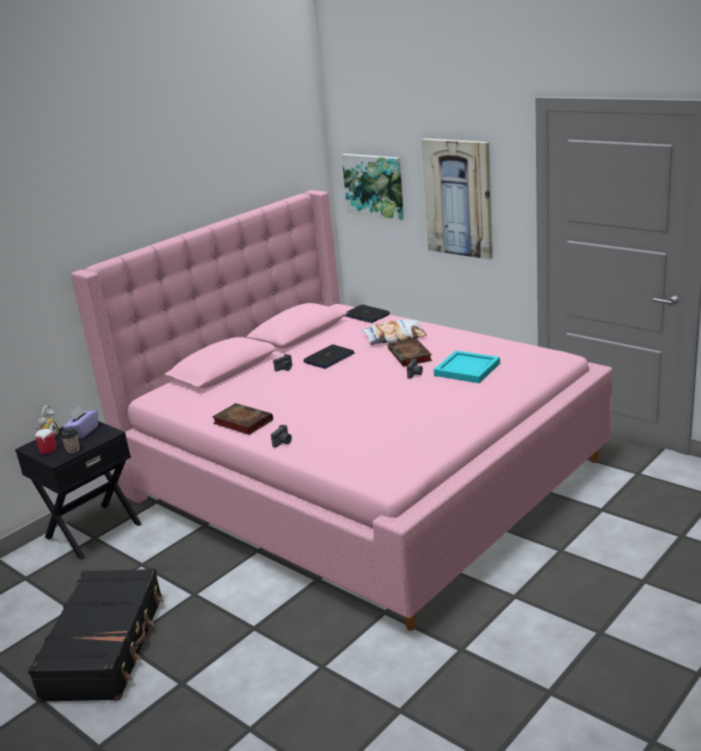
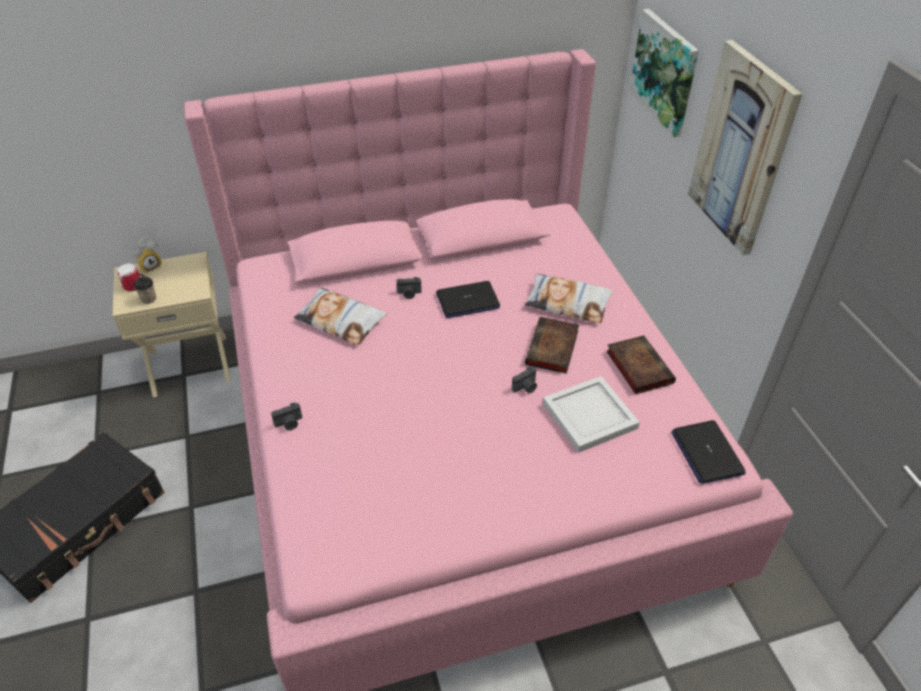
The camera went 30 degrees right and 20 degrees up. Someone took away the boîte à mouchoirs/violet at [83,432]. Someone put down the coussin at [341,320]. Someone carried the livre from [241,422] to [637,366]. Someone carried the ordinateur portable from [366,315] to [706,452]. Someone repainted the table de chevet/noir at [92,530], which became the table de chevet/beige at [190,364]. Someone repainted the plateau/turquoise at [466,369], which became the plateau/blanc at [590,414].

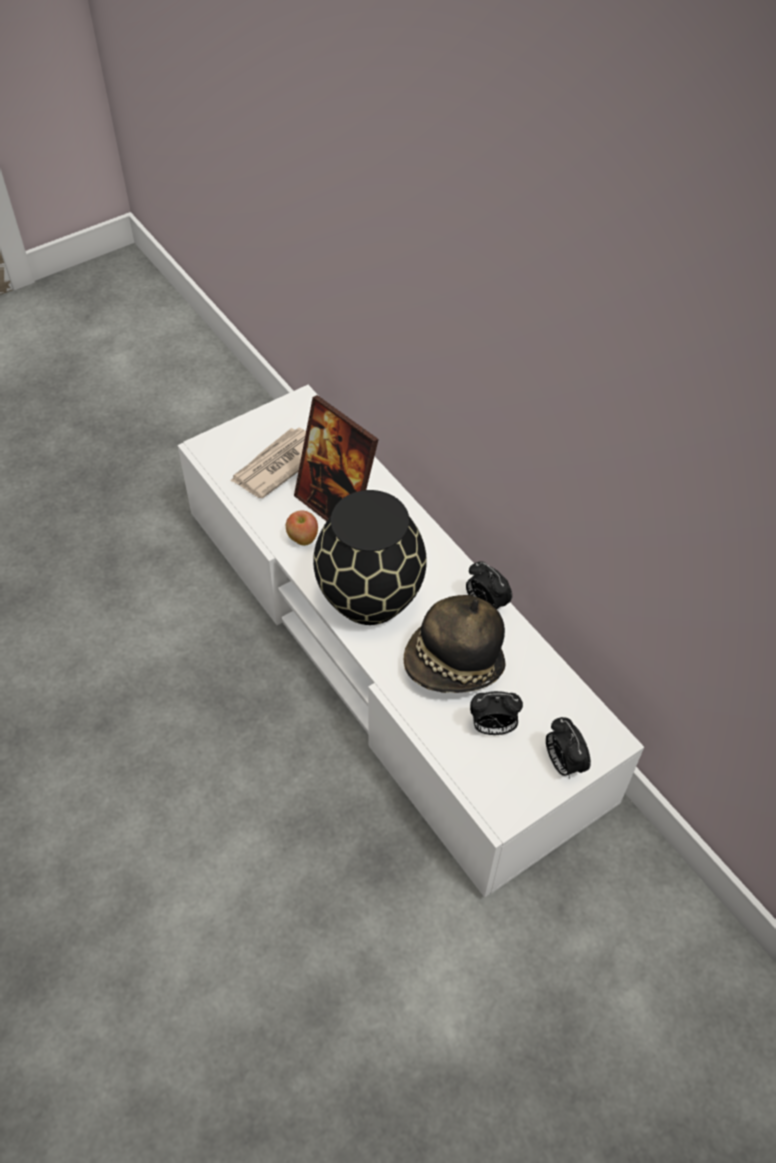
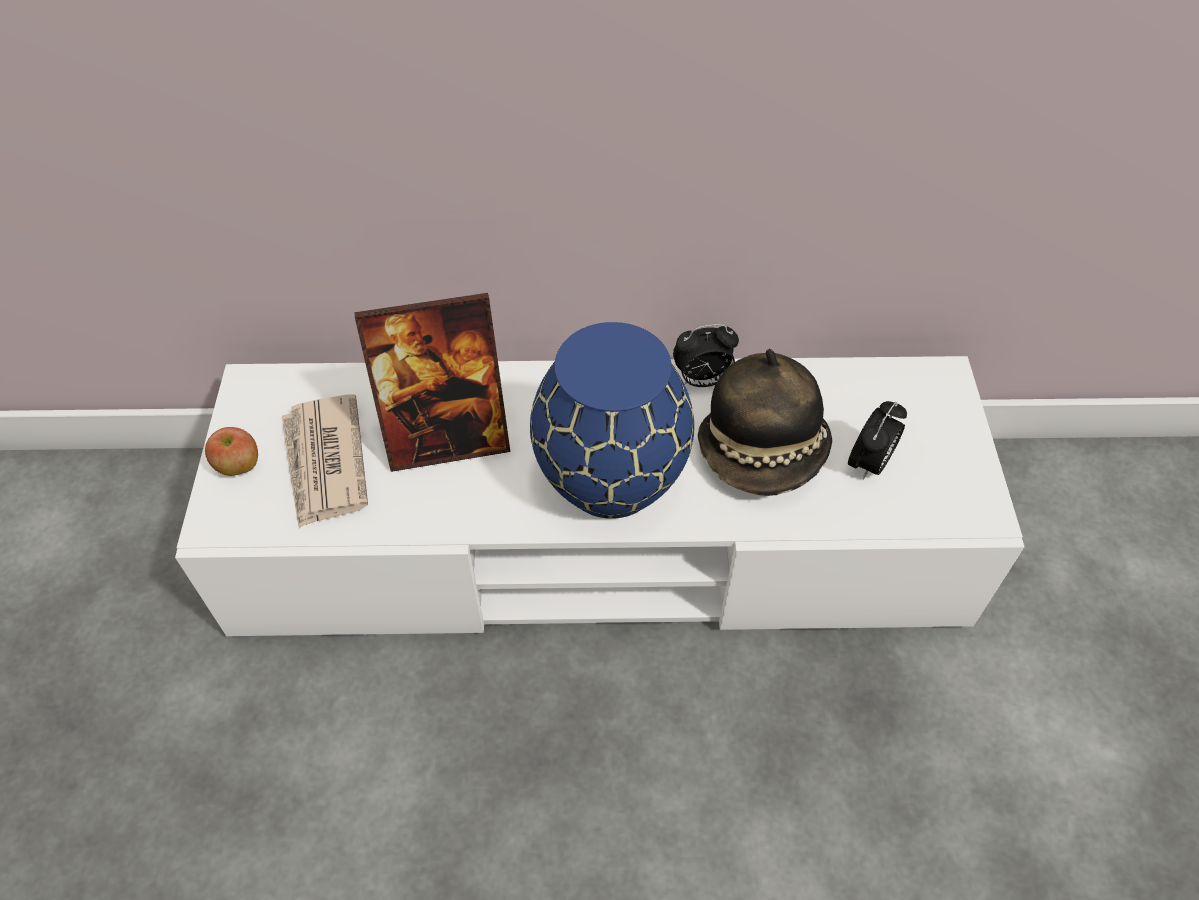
The camera went 55 degrees left and 0 degrees up. Someone took away the réveil at [562,762]. Someone carried the pomme from [302,539] to [239,467]. Someone repainted the vase/noir at [371,599], which became the vase/bleu at [613,479].

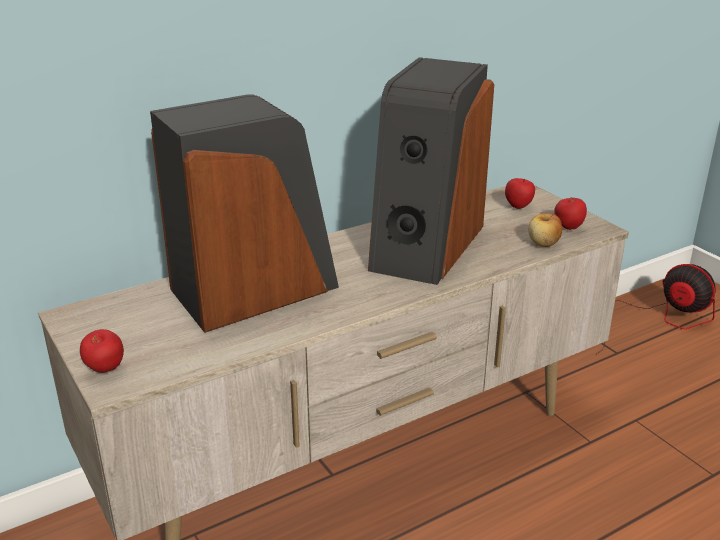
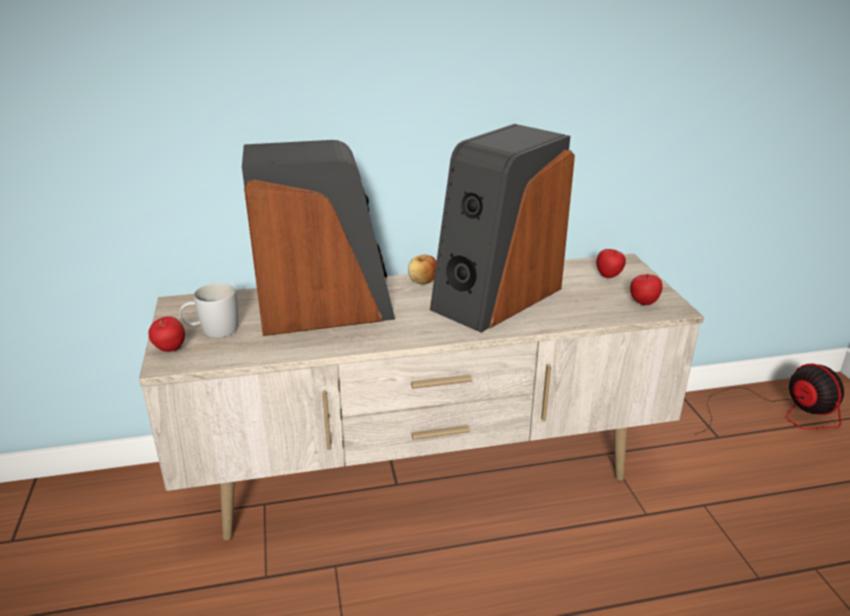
The camera went 20 degrees right and 0 degrees up. Someone put down the mug/blanc at [212,330]. Someone carried the pomme from [543,244] to [423,281].

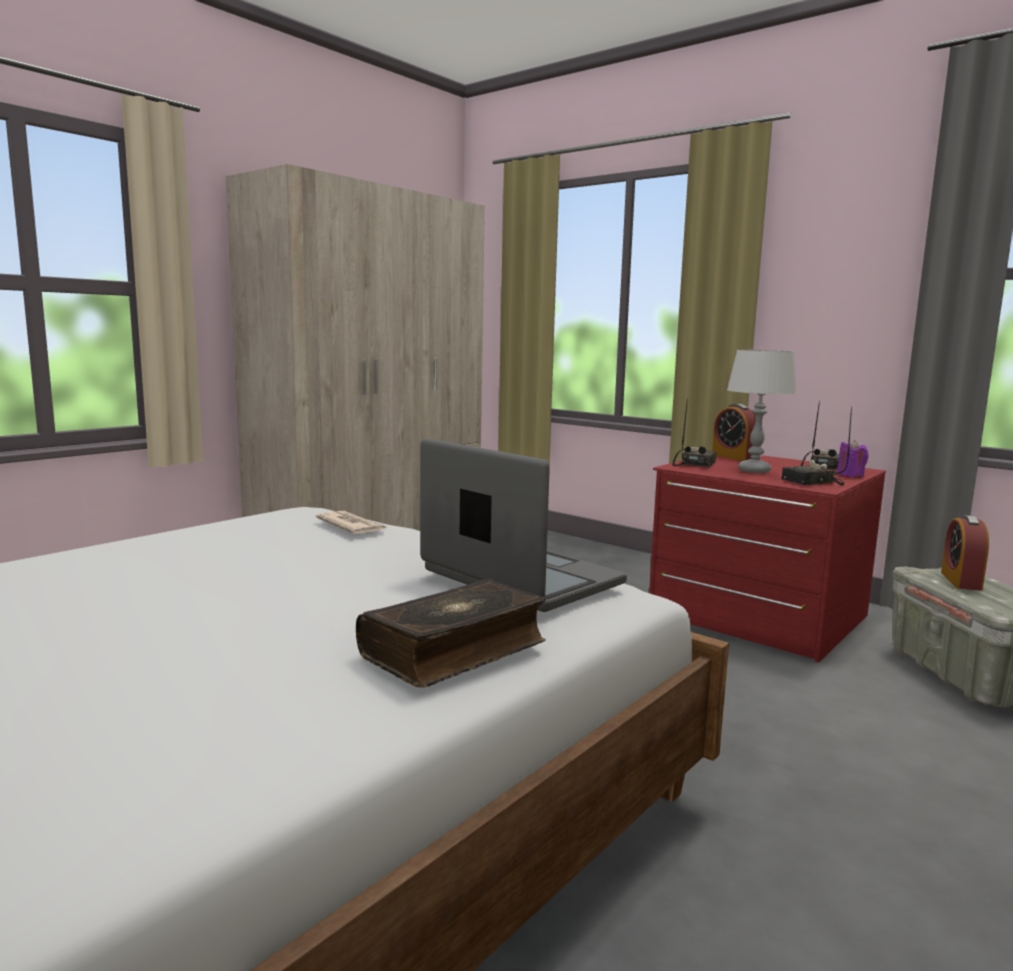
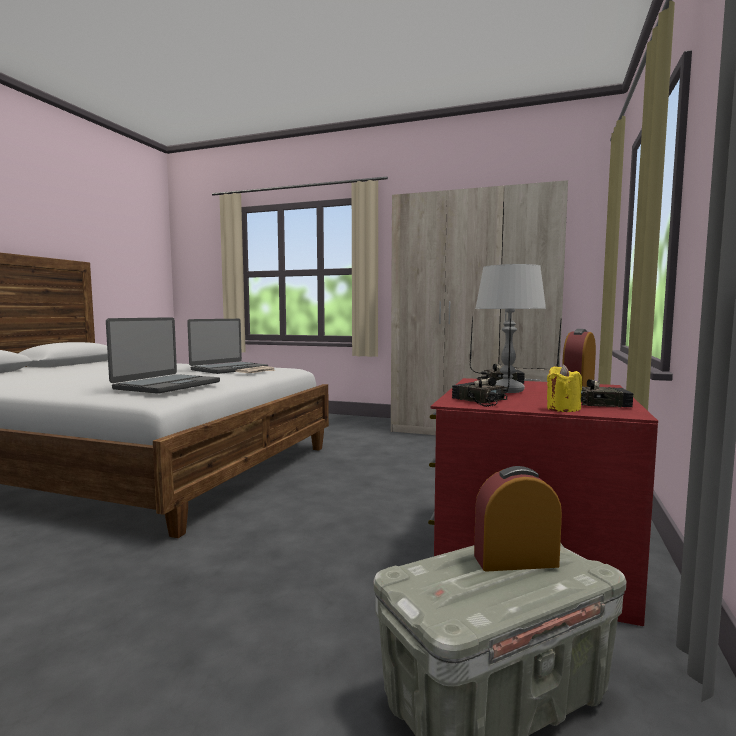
The camera went 70 degrees right and 5 degrees down. Someone took away the livre at [455,650]. Someone put down the ordinateur portable at [229,369]. Someone repainted the bougie/violet at [850,475], which became the bougie/jaune at [562,409].

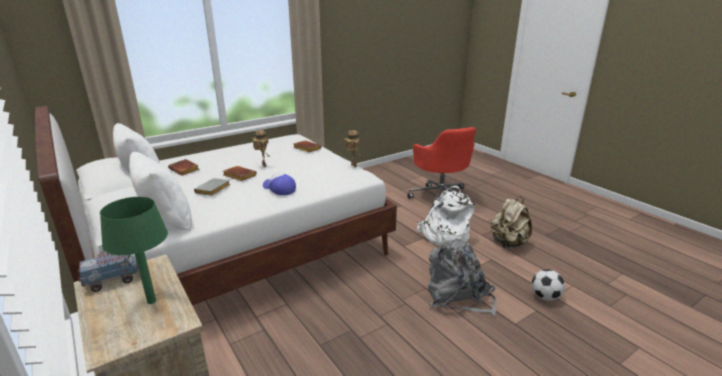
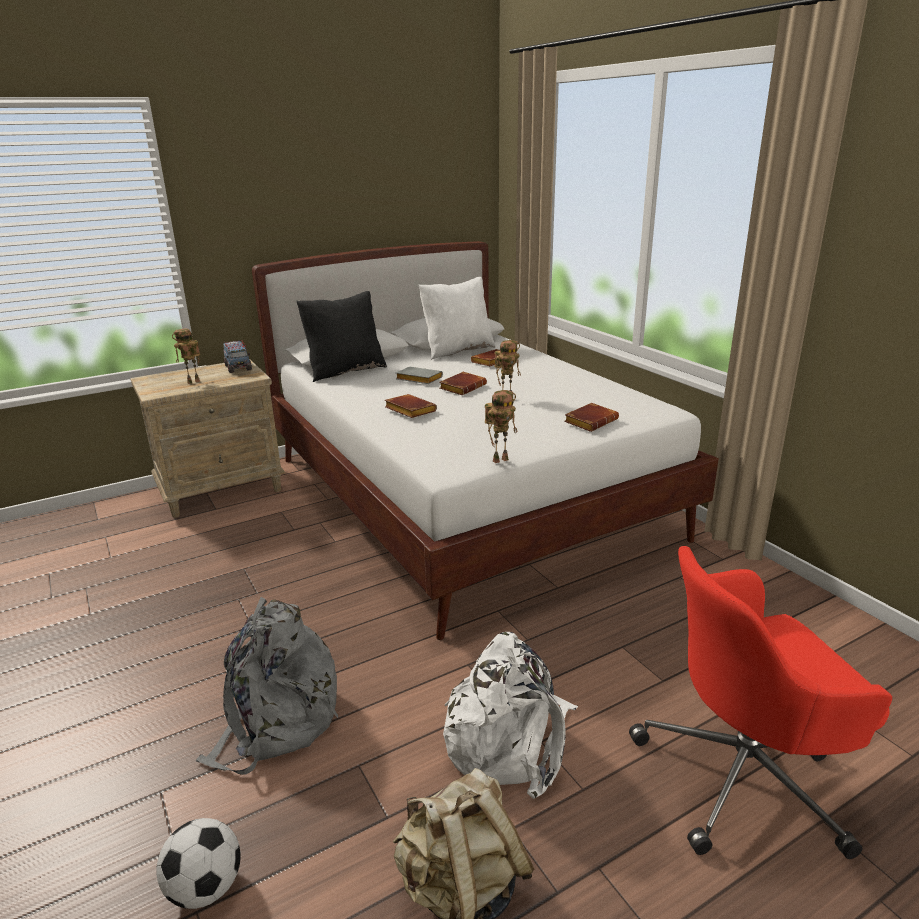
The camera went 95 degrees right and 0 degrees up. Someone swapped the lampe de table/vert at [152,301] for the robot jouet at [193,383]. Someone swapped the casquette at [279,188] for the livre/marron at [408,410]. Someone repainted the coussin/blanc at [166,220], which became the coussin/noir at [345,371].

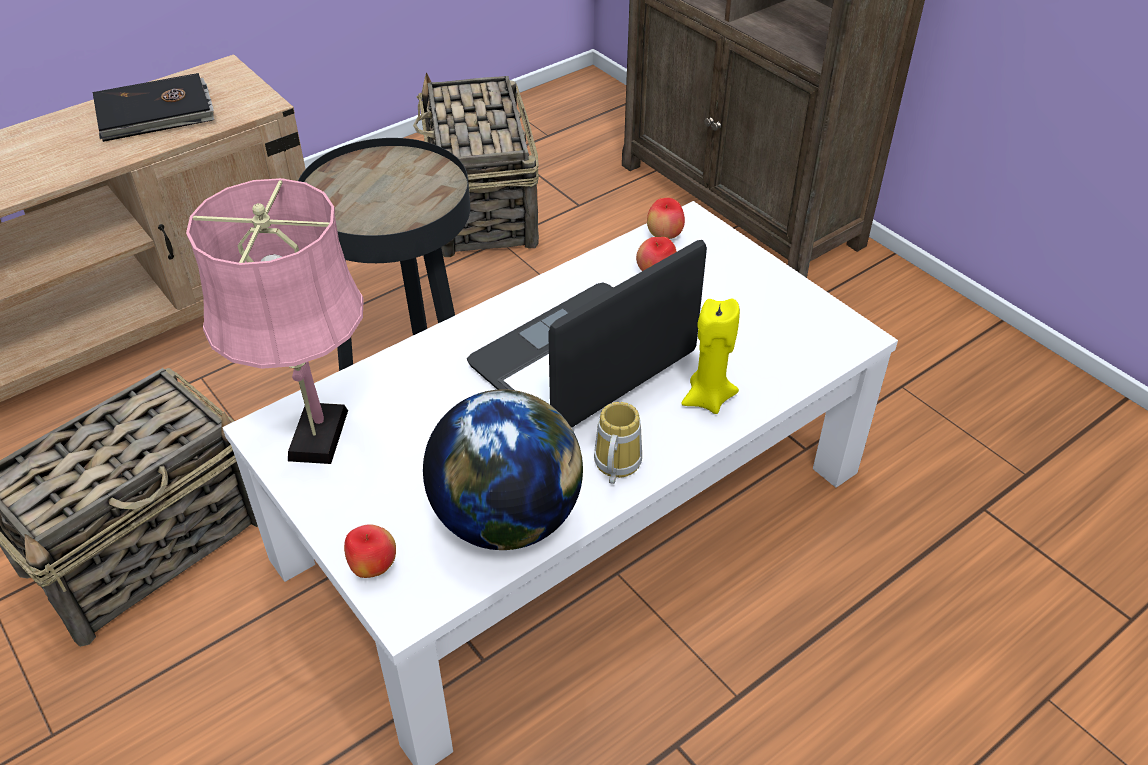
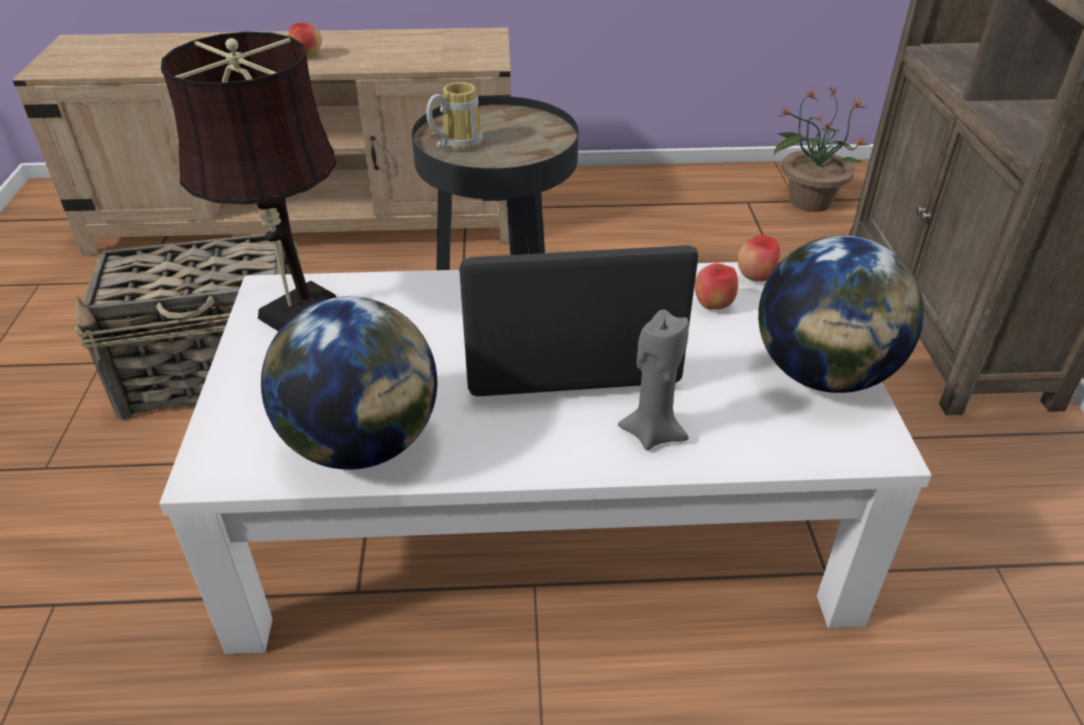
The camera went 35 degrees right and 5 degrees down. Someone took away the livre/noir at [155,113]. Someone took away the panier at [482,209]. Someone put down the globe at [822,374]. Someone put down the plante en pot at [809,201]. Someone carried the pomme from [373,568] to [307,56]. Someone carried the mug from [613,466] to [456,144]. Someone repainted the lampe de table/rose at [316,441], which became the lampe de table/marron at [292,314]. Someone repainted the bougie/jaune at [707,399], which became the bougie/gris at [652,433].

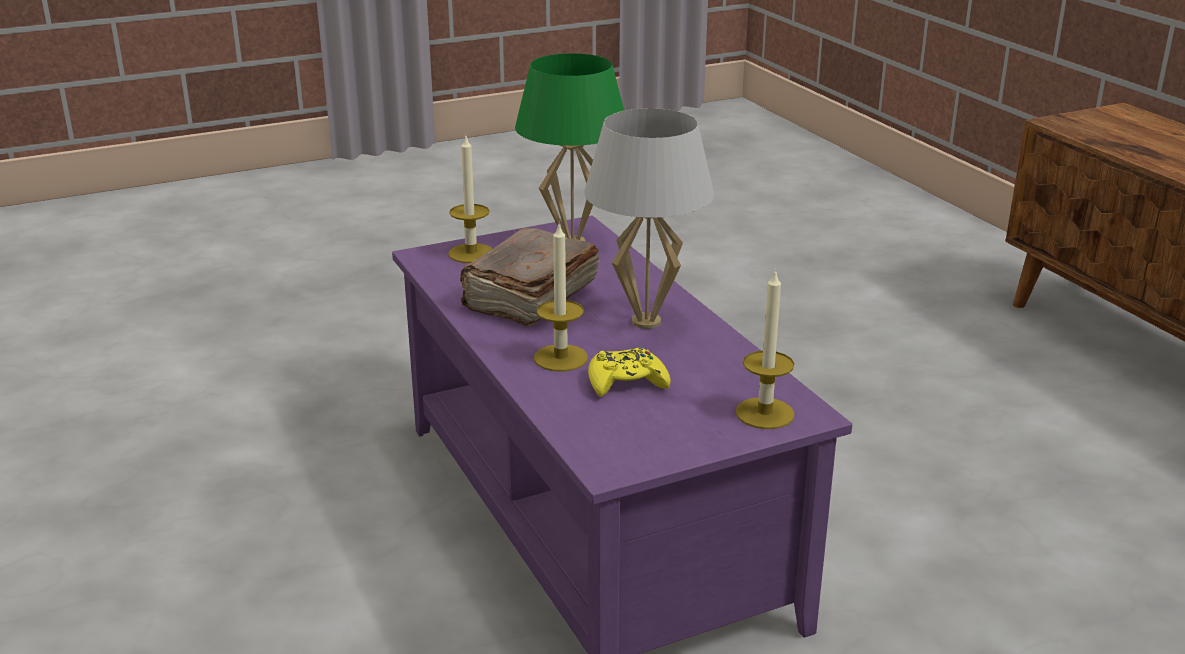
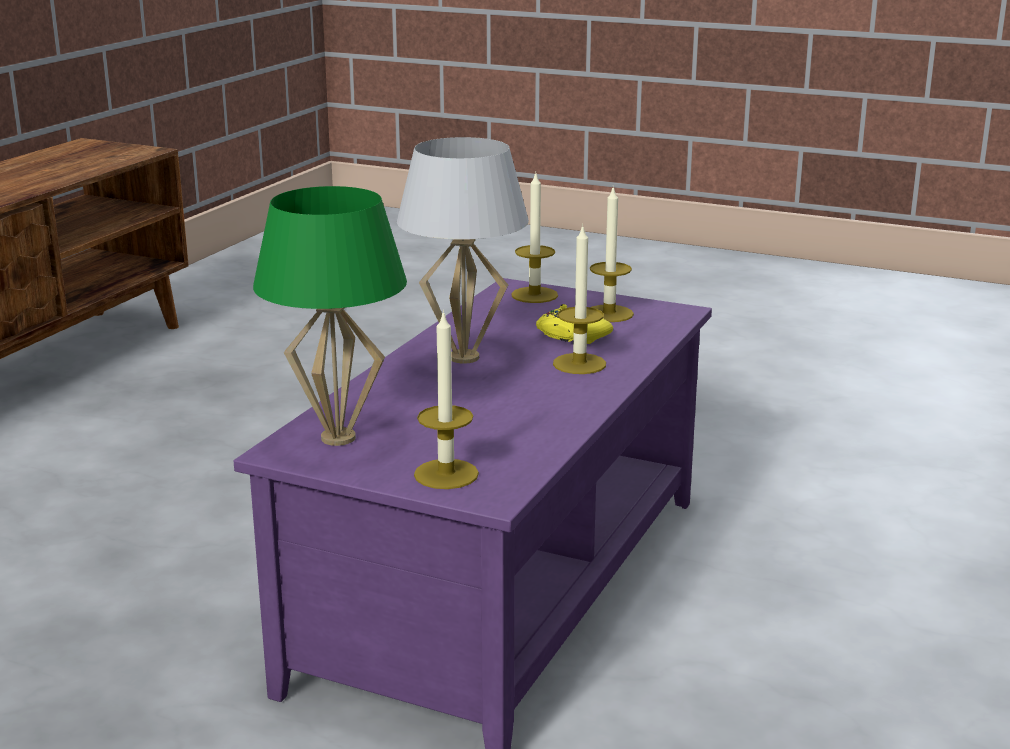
The camera went 130 degrees left and 5 degrees down. Someone took away the livre/marron at [529,298]. Someone put down the bougie at [609,313].

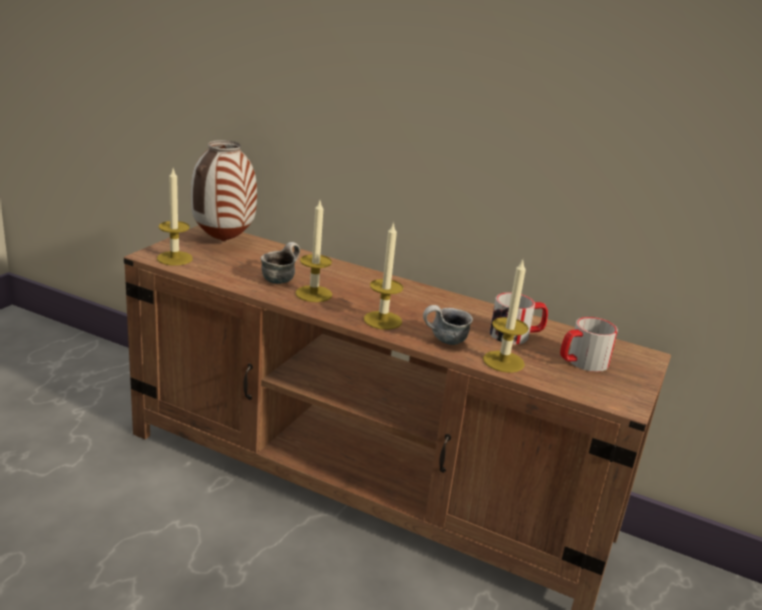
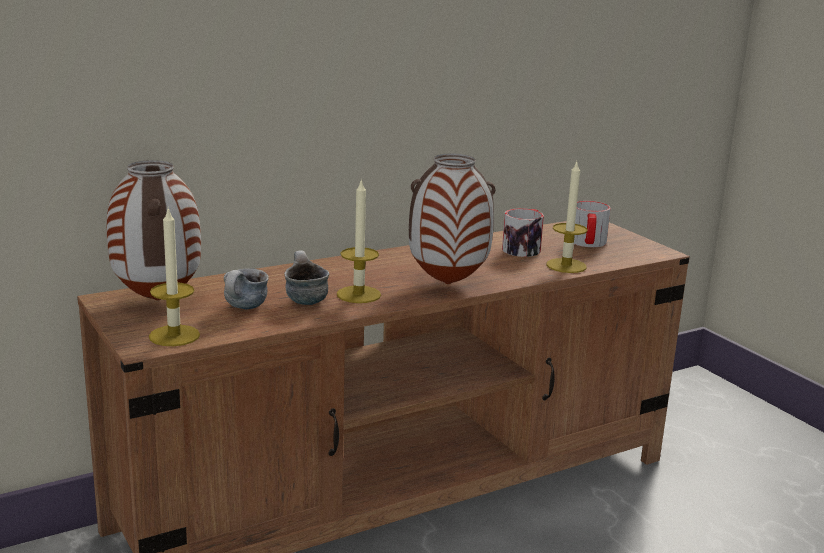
The camera went 55 degrees left and 5 degrees down. Someone carried the mug from [444,341] to [244,308]. Someone swapped the bougie at [382,320] for the vase at [448,283].

